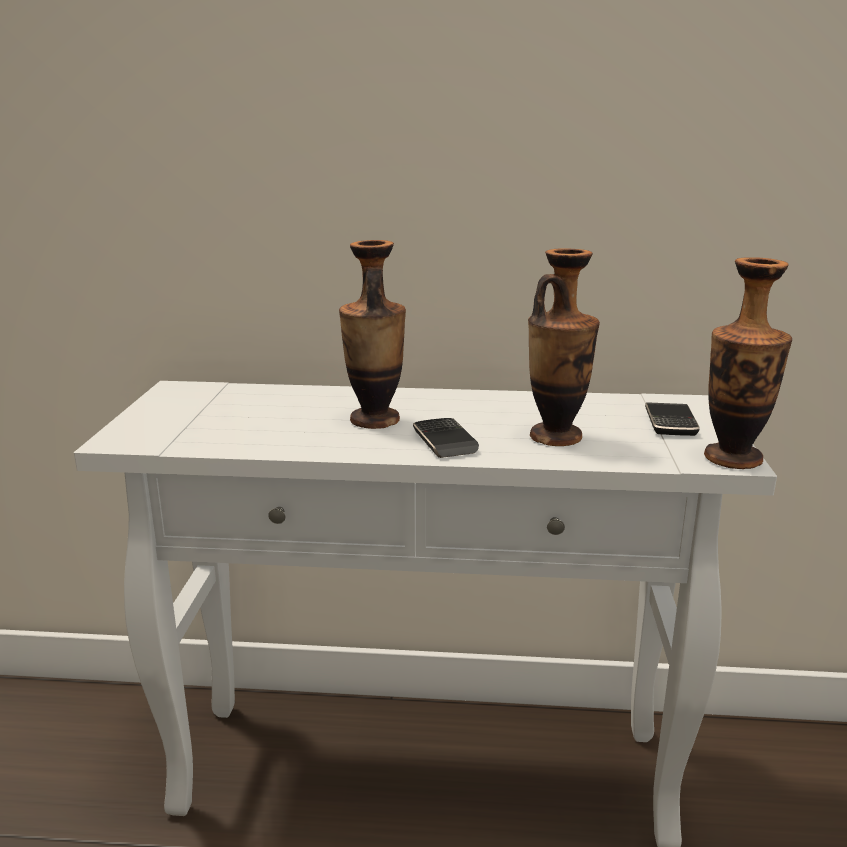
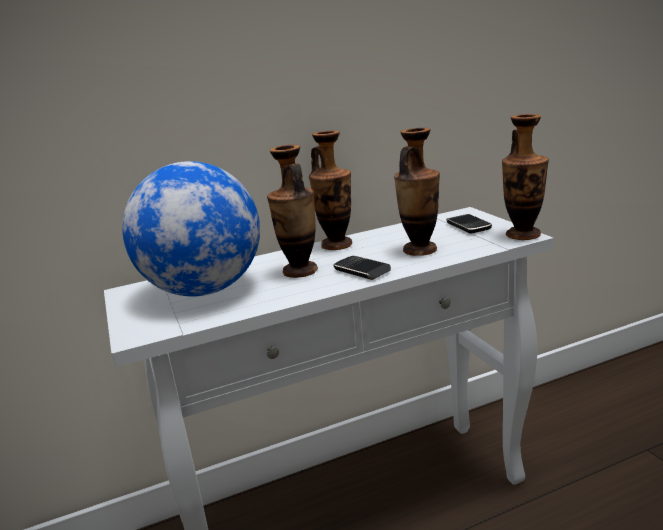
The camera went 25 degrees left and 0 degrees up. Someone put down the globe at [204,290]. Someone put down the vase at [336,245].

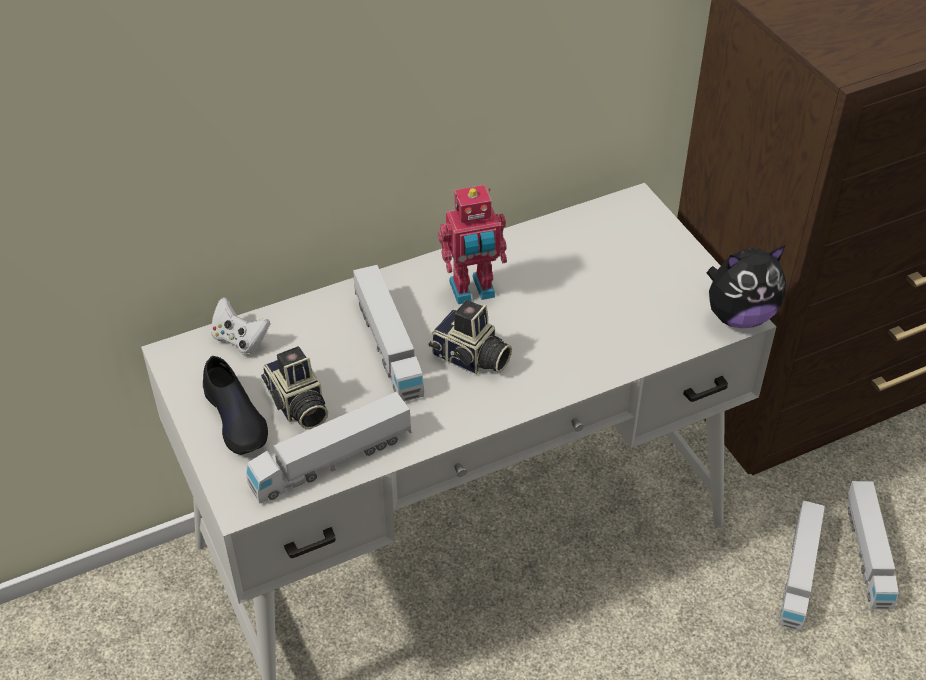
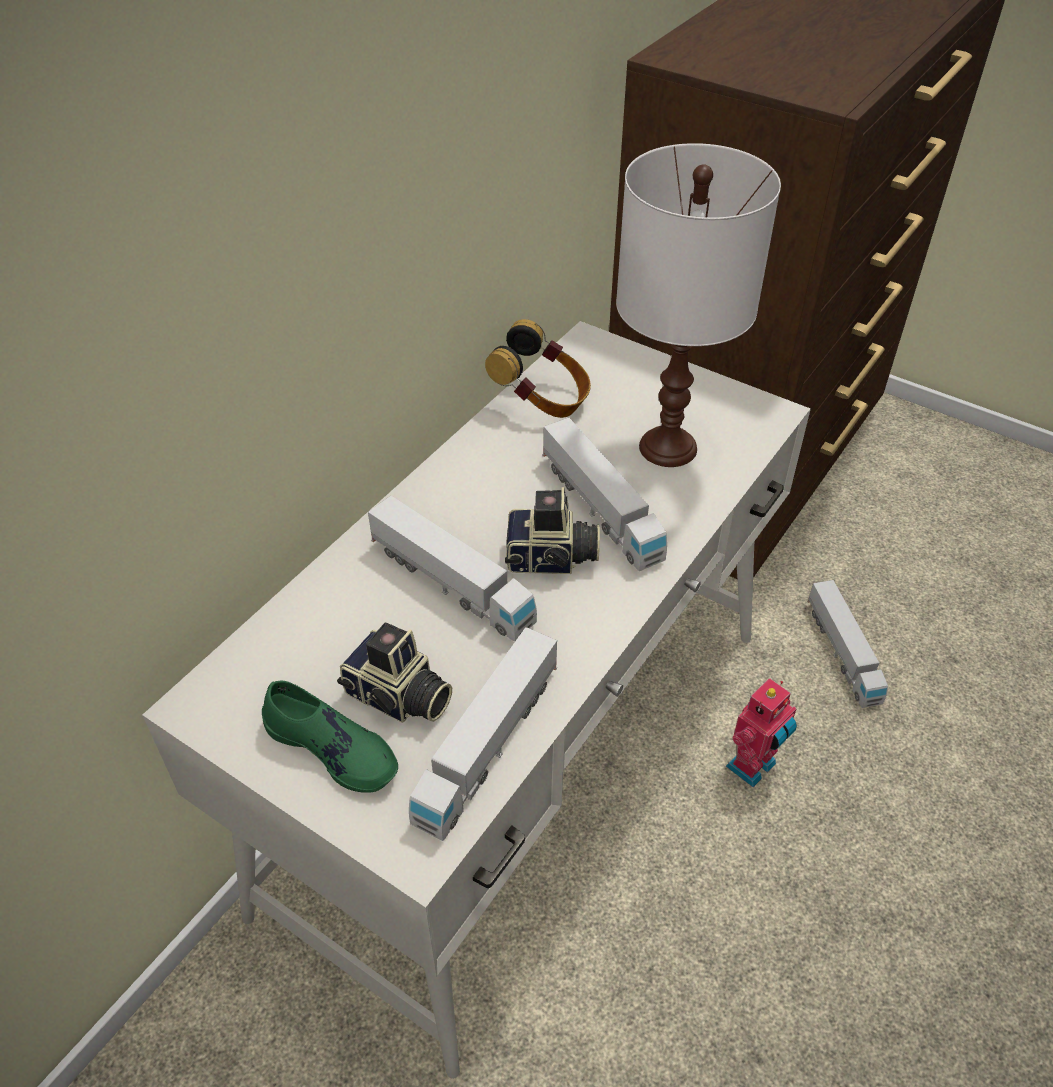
The camera went 30 degrees left and 0 degrees up. Someone took away the manette/blanc at [240,340]. Someone took away the peluche at [739,316]. Someone put down the casque audio at [542,400]. Someone put down the lampe de table/blanc at [667,448]. Someone carried the robot jouet from [473,291] to [753,767]. Someone carried the camion jouet from [867,553] to [600,508]. Someone repainted the chaussure/noir at [236,418], which became the chaussure/vert at [333,748].

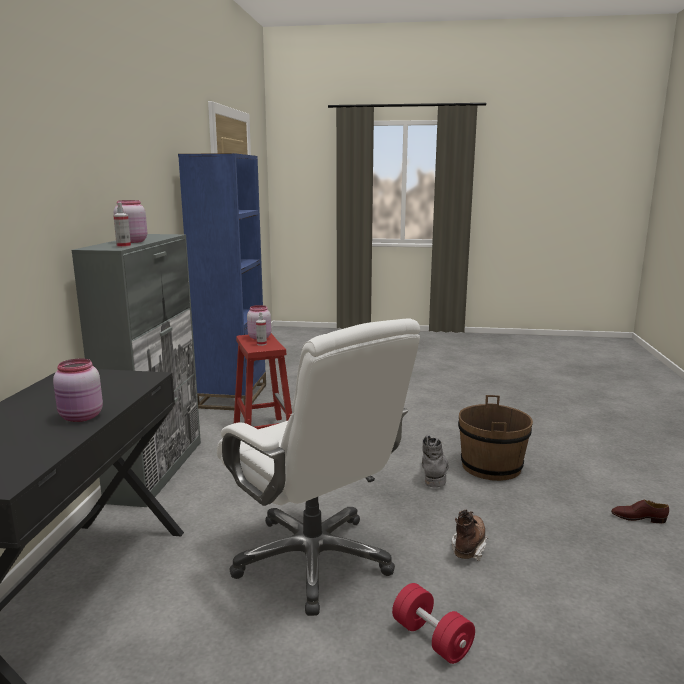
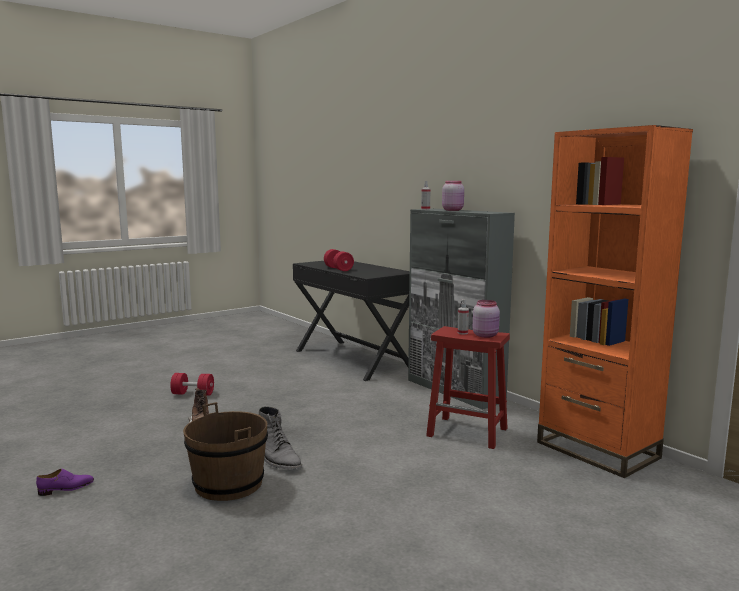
The camera went 135 degrees right and 5 degrees down. Someone took away the chaise de bureau/blanc at [314,560]. Someone swapped the bocal/rose at [81,417] for the haltère/rouge at [338,269]. Someone repainted the bibliothèque/bleu at [233,396], which became the bibliothèque/orange at [597,450]. Someone repainted the chaussure/marron at [638,518], which became the chaussure/violet at [66,488].

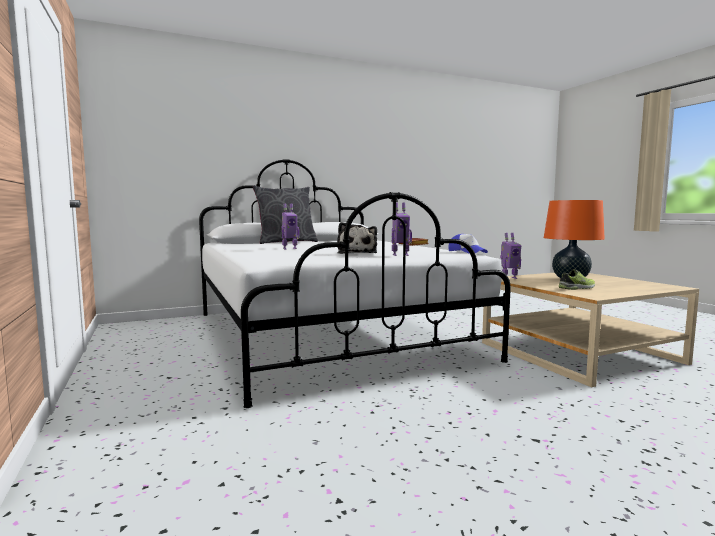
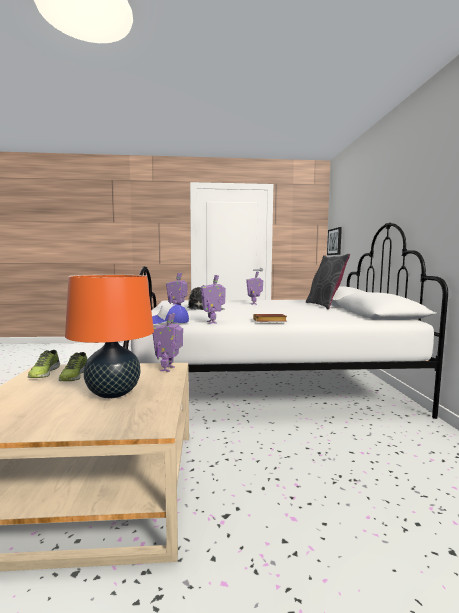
The camera went 110 degrees right and 0 degrees up. Someone put down the chaussure at [44,373]. Someone put down the robot jouet at [213,322]. Someone put up the tableau at [335,241].

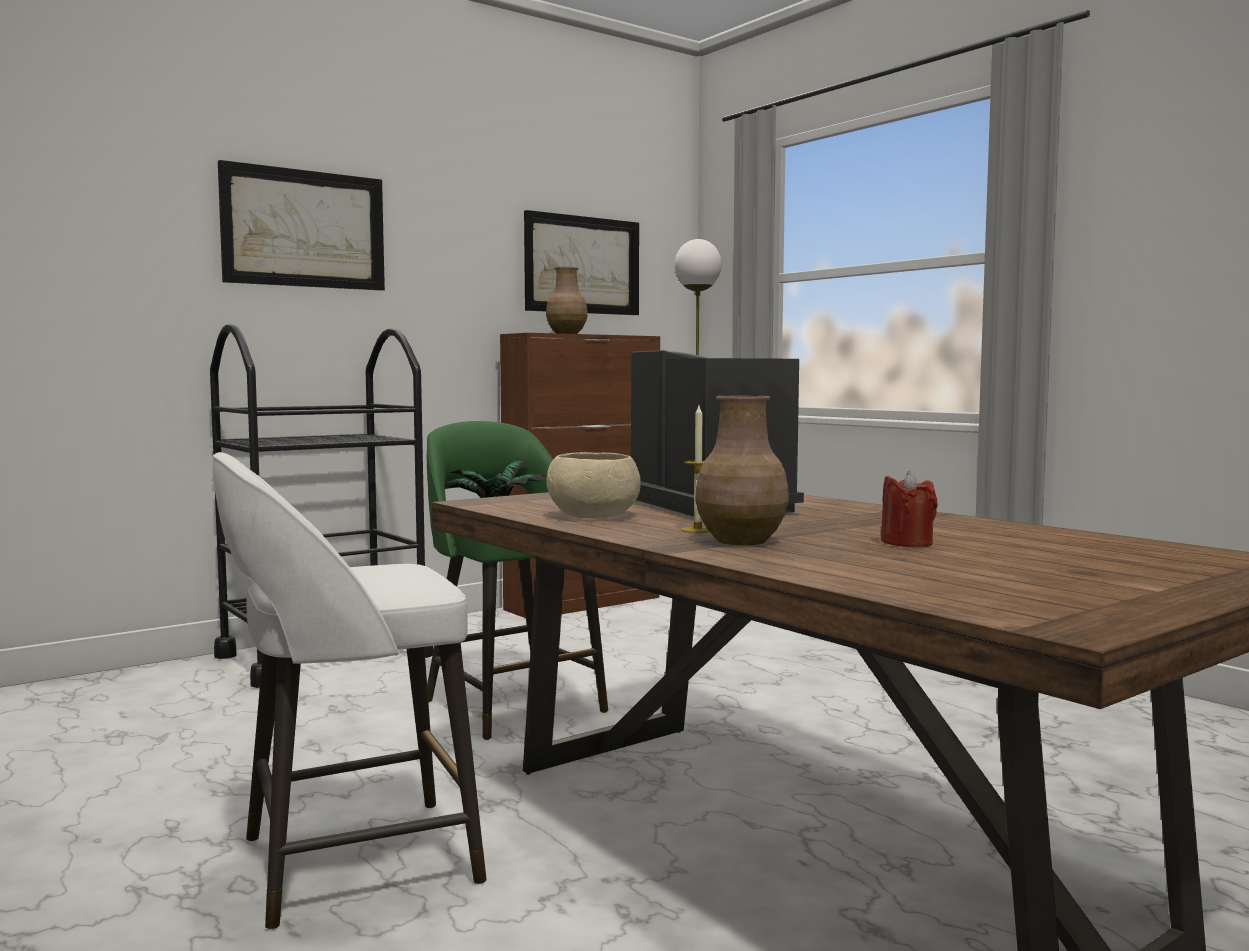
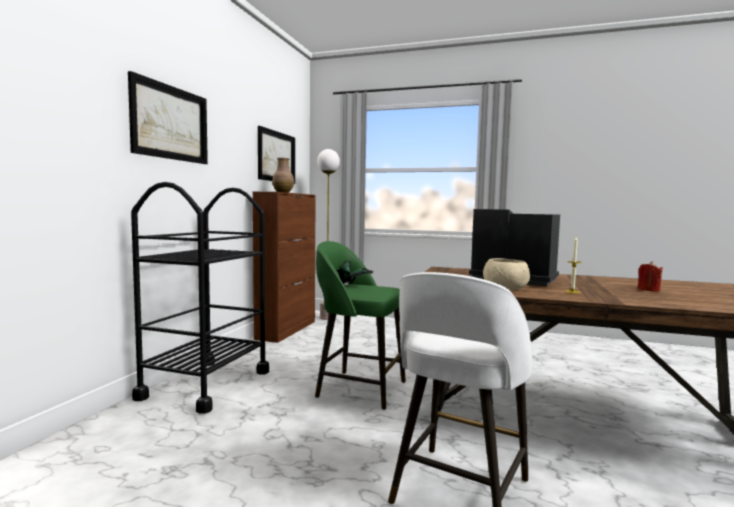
The camera went 35 degrees left and 0 degrees up. Someone took away the vase/marron at [742,541].

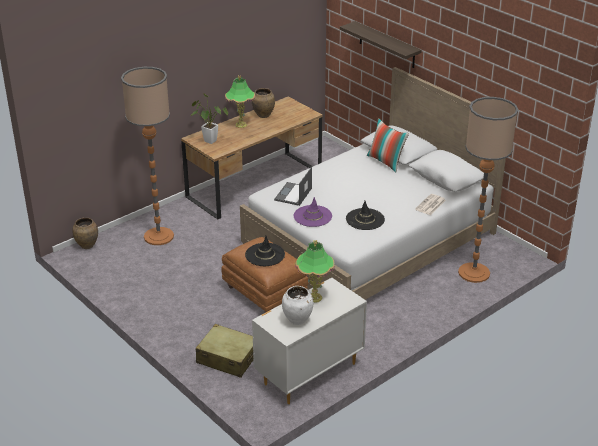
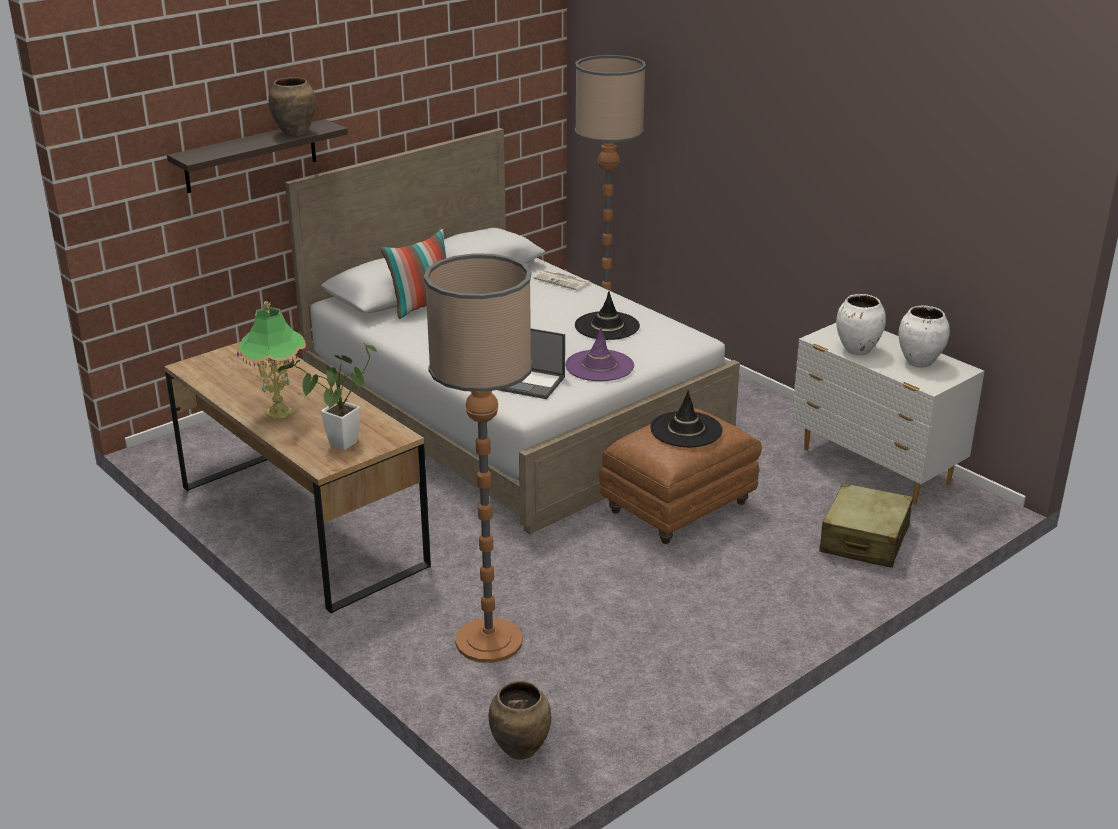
The camera went 90 degrees left and 5 degrees down. Someone carried the vase/marron from [263,115] to [296,133]. Someone swapped the lampe de table at [314,298] for the vase/blanc at [857,350].

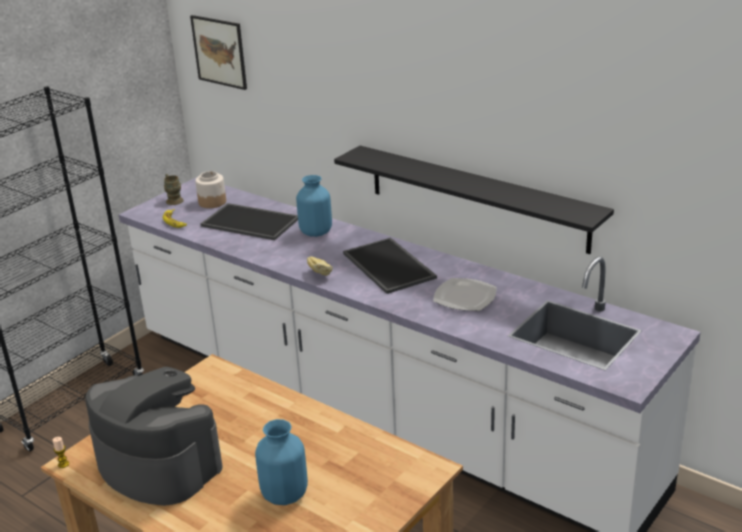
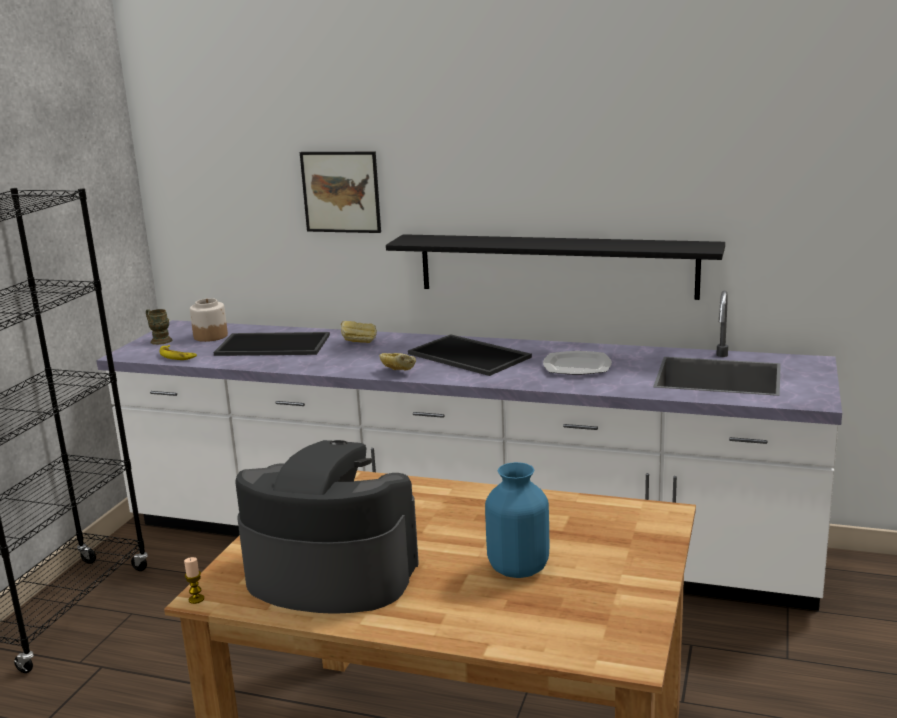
The camera went 20 degrees left and 10 degrees down. Someone carried the tableau from [219,52] to [341,192]. Someone swapped the vase/bleu at [315,232] for the pain at [359,343].

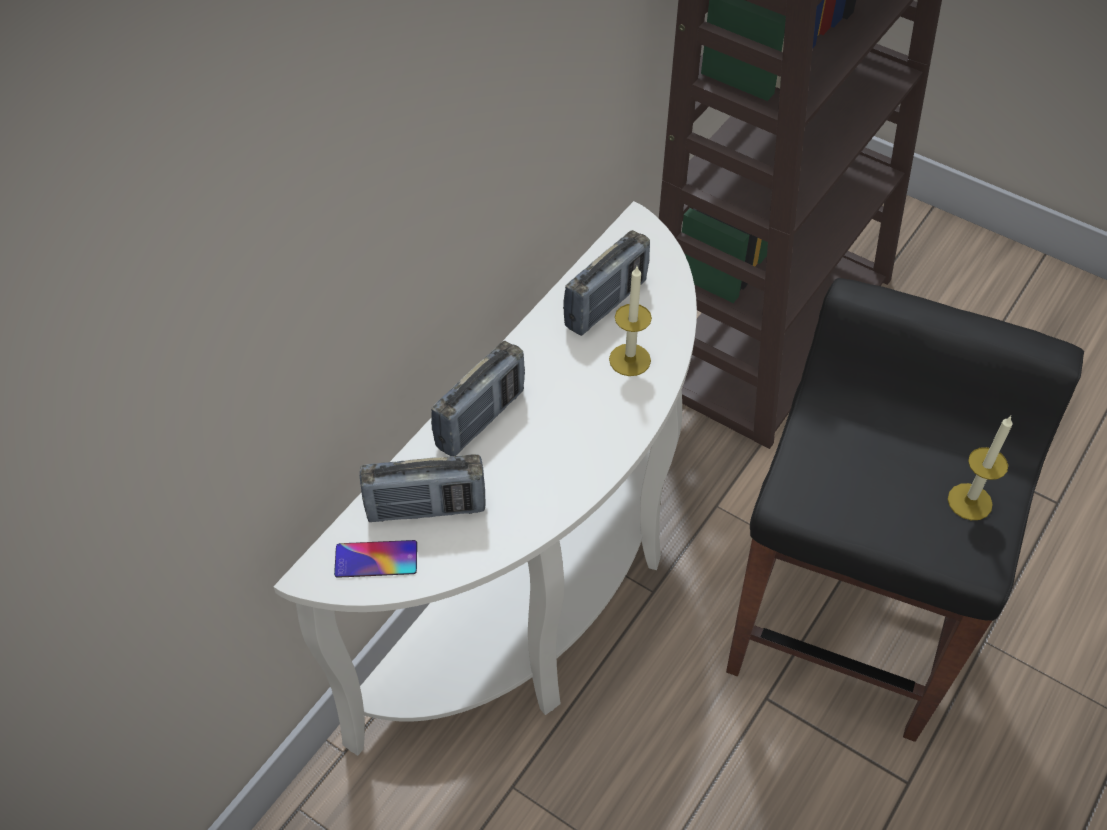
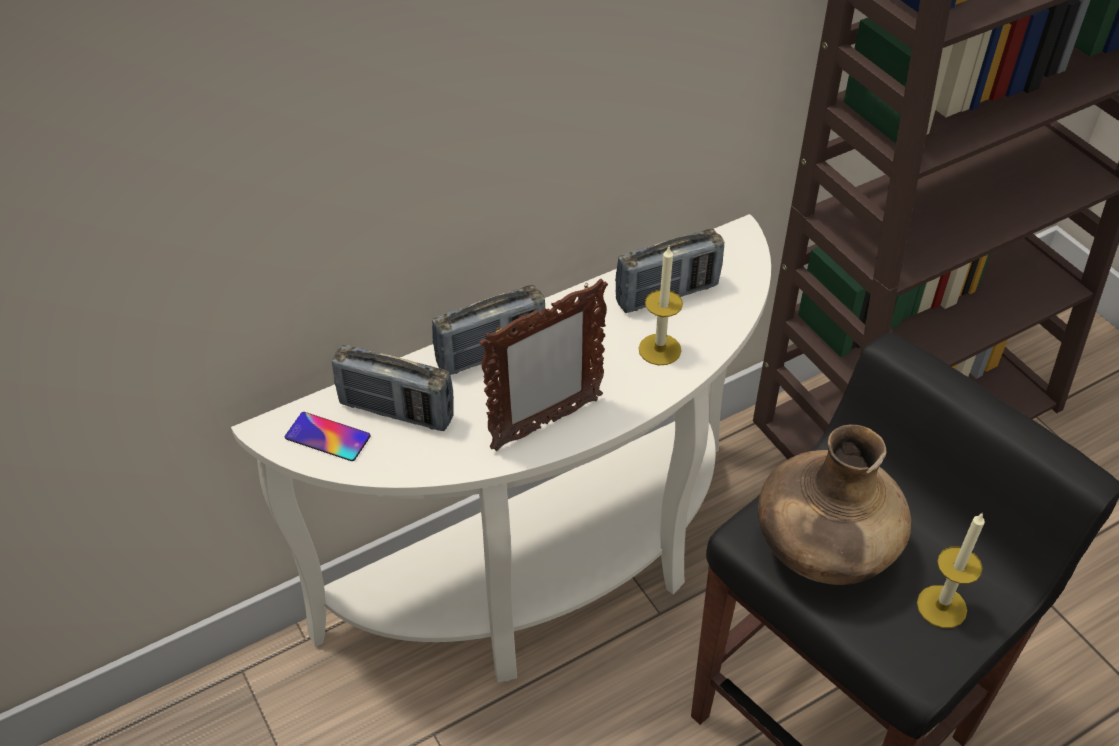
The camera went 25 degrees right and 5 degrees down. Someone put down the cadre photo at [545,424]. Someone put down the vase/marron at [822,551].

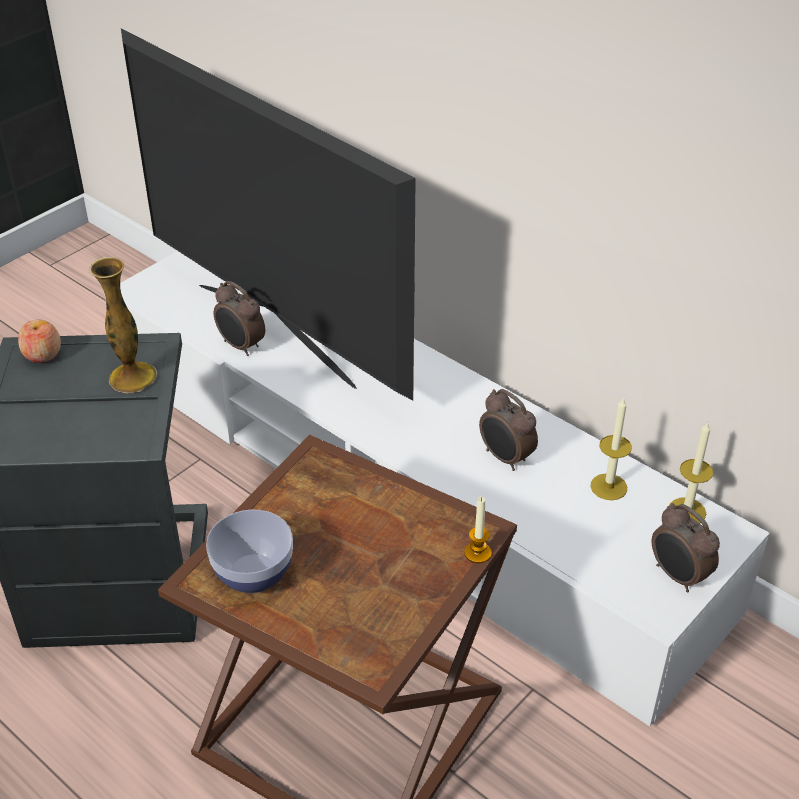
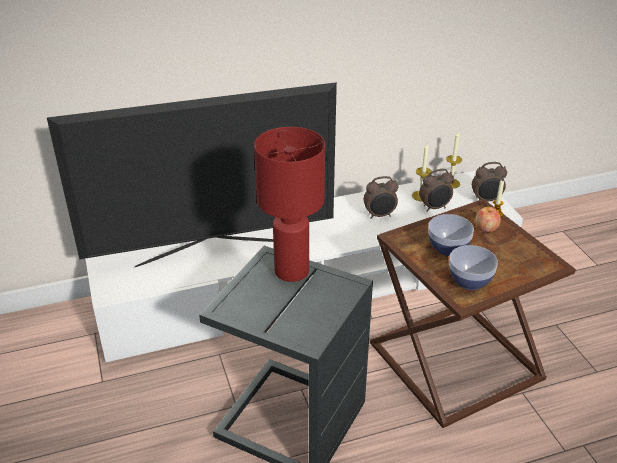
The camera went 60 degrees left and 5 degrees down. Someone put down the bol at [448,248]. Someone carried the pomme from [42,354] to [486,228]. Someone carried the réveil from [241,346] to [434,208]. Someone swapped the vase at [132,377] for the lampe de table/rouge at [291,272].

